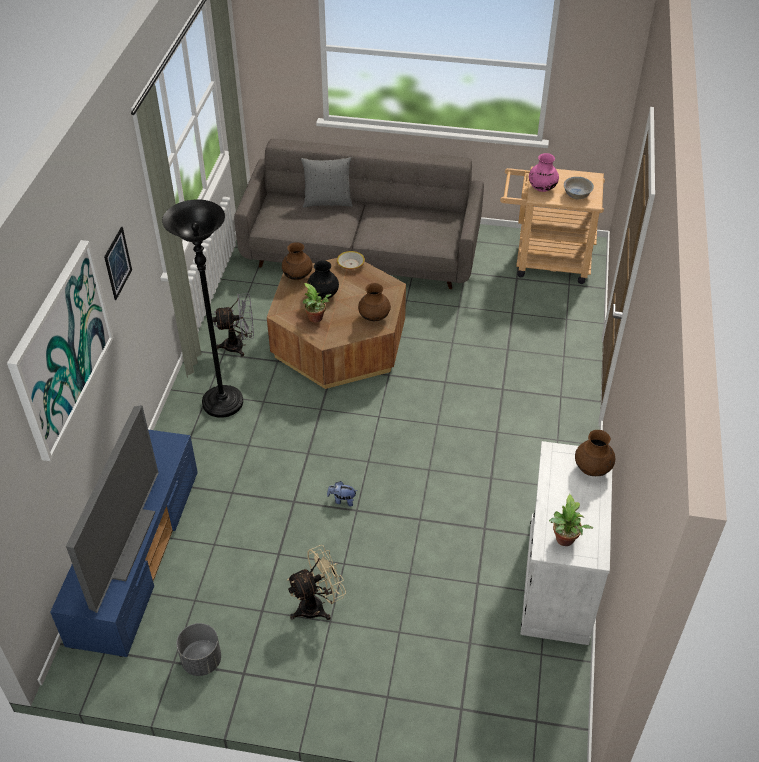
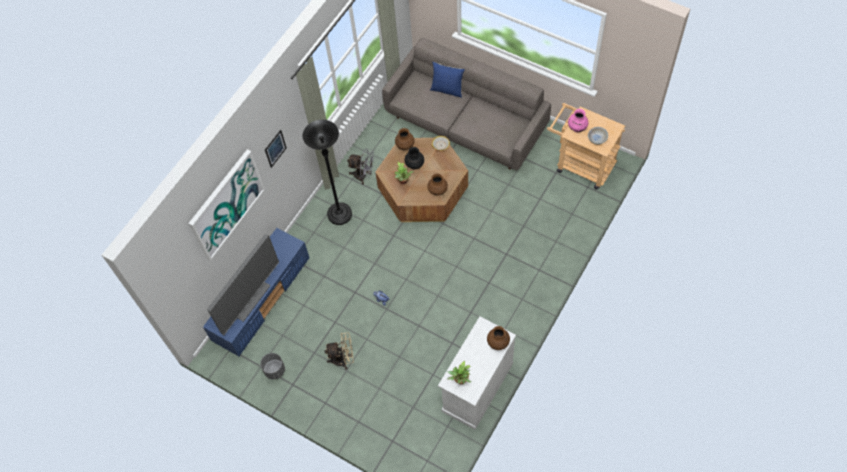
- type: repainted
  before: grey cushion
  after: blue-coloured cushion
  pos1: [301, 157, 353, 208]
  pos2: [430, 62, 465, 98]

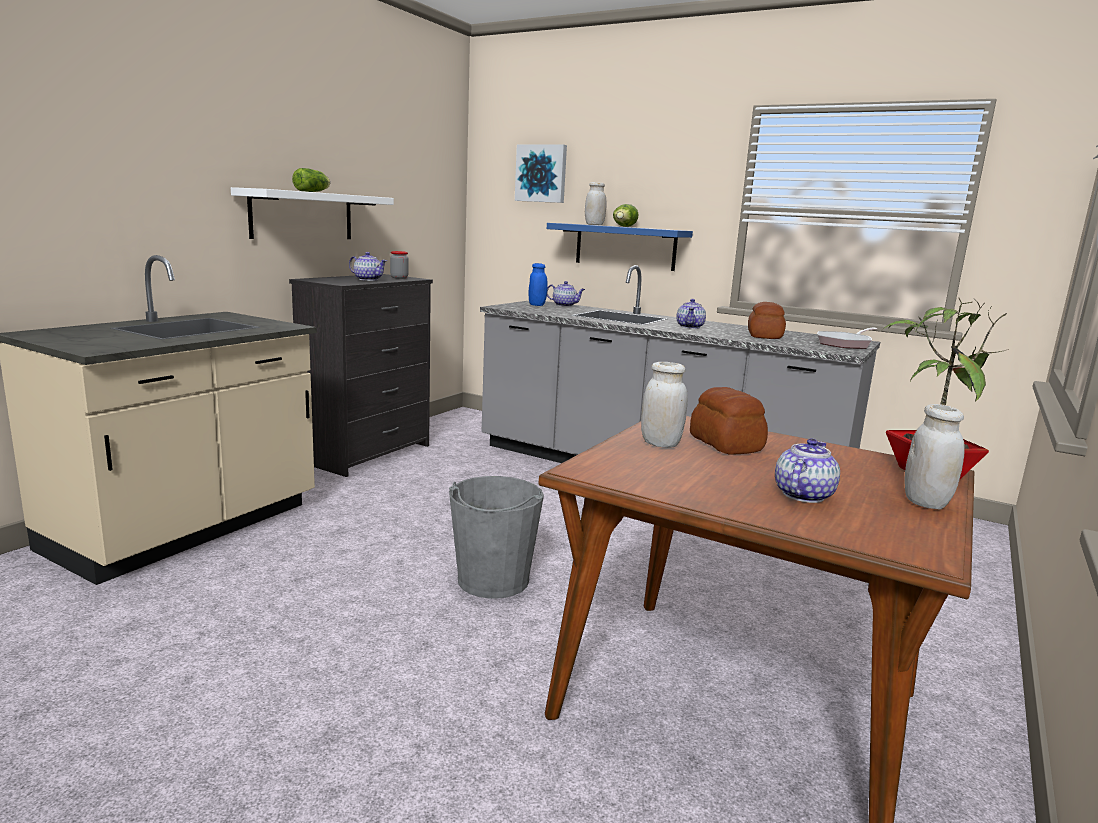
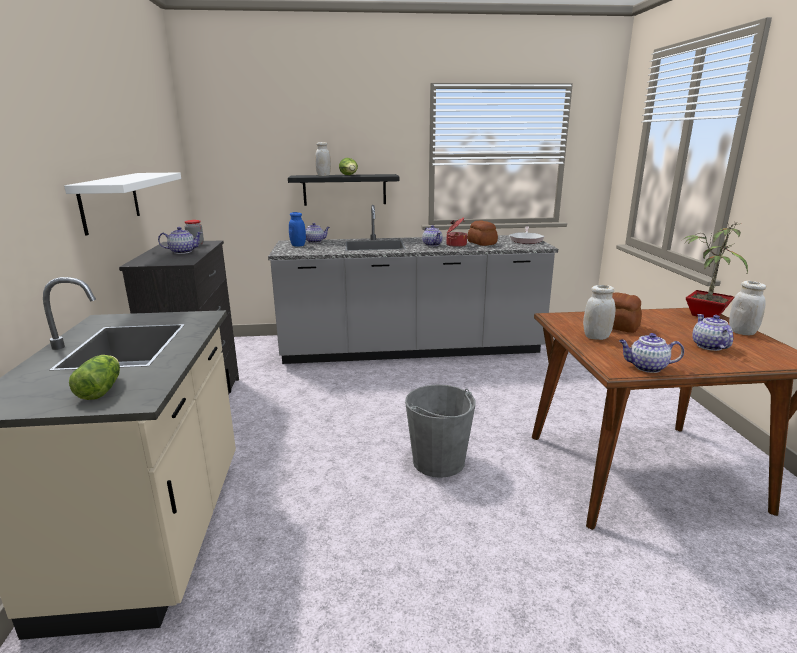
- type: shifted
  before: head of lettuce
  pos1: [292, 168, 330, 192]
  pos2: [69, 355, 120, 400]
- type: repainted
  before: blue-coloured shelf
  after: black shelf
  pos1: [547, 223, 693, 271]
  pos2: [288, 174, 399, 206]
- type: new
  after: stockpot
  pos2: [446, 217, 468, 247]
- type: new
  after: pot for tea
  pos2: [619, 333, 684, 373]
- type: gone
  before: wall picture
  pos1: [515, 144, 567, 203]

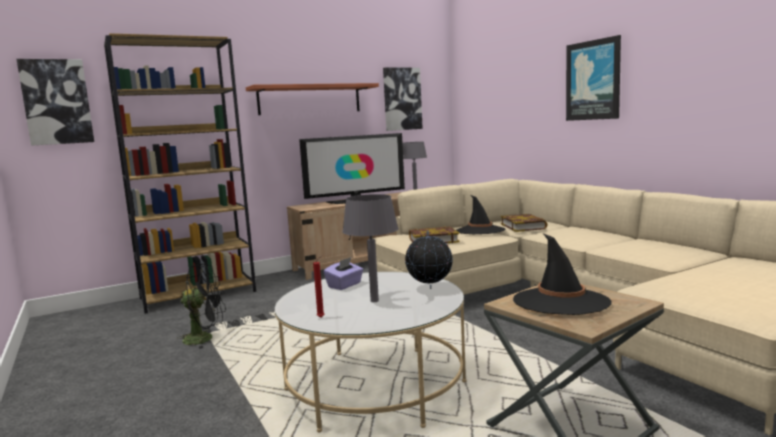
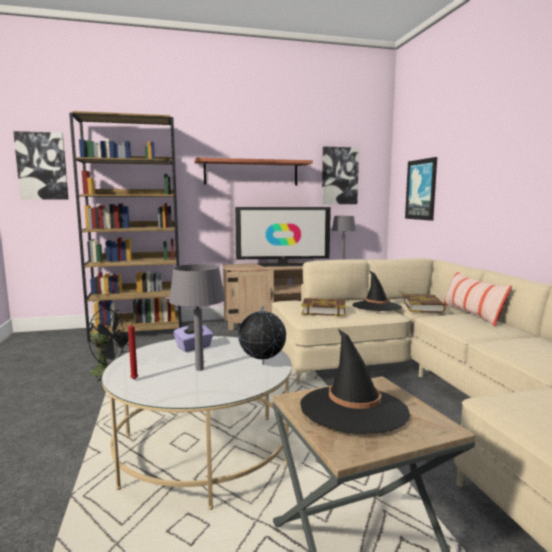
- type: shifted
  before: wall picture
  pos1: [566, 35, 621, 121]
  pos2: [405, 157, 437, 221]
- type: new
  after: cushion
  pos2: [443, 271, 512, 327]

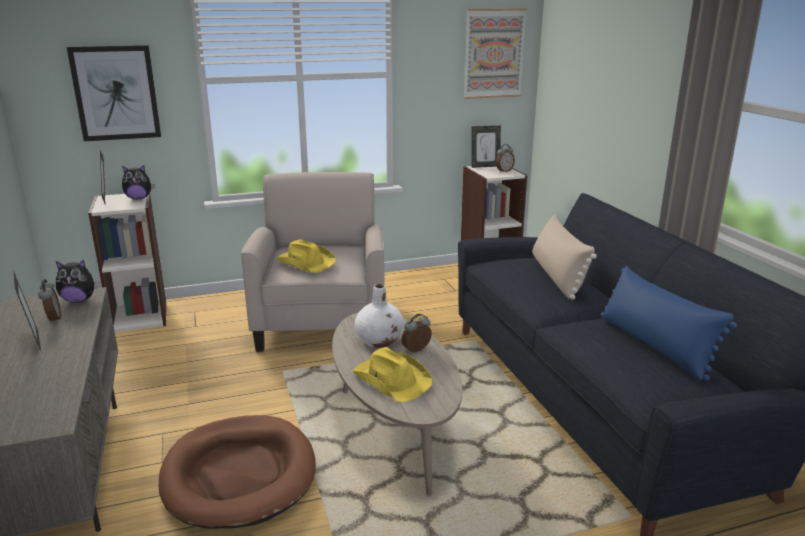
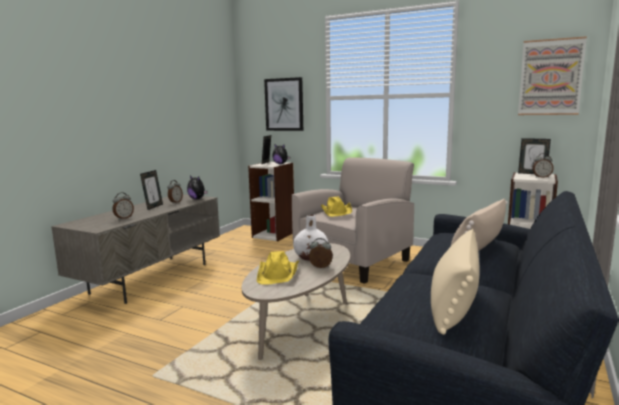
- type: new
  after: alarm clock
  pos2: [112, 193, 134, 219]
- type: repainted
  before: blue-coloured cushion
  after: beige cushion
  pos1: [601, 266, 737, 381]
  pos2: [431, 229, 480, 335]
- type: gone
  before: brownish dog bed
  pos1: [159, 415, 316, 529]

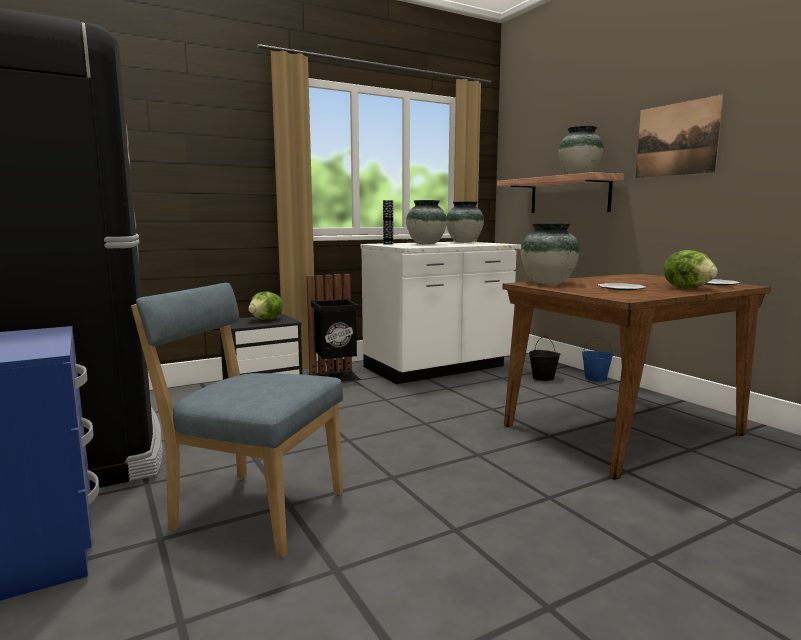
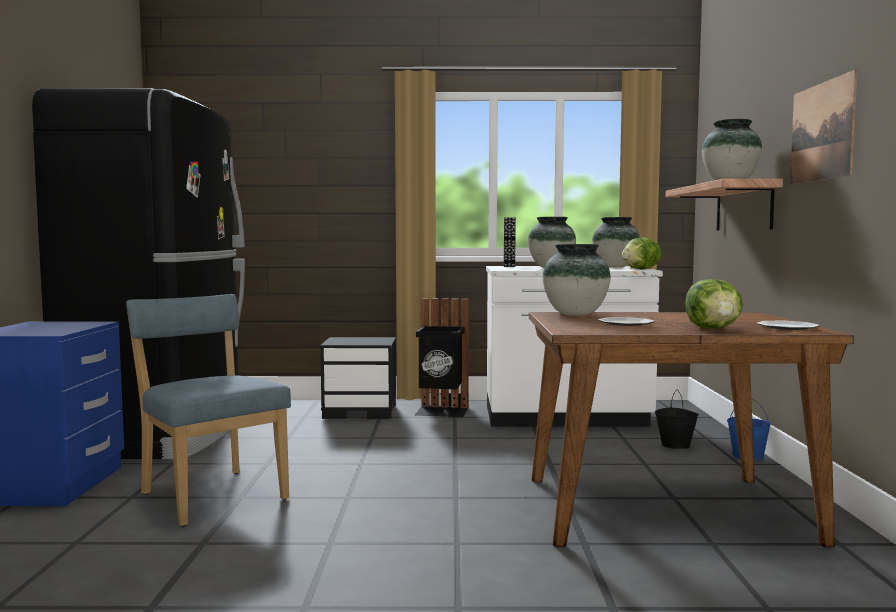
- type: shifted
  before: head of lettuce
  pos1: [248, 292, 283, 320]
  pos2: [622, 237, 661, 270]

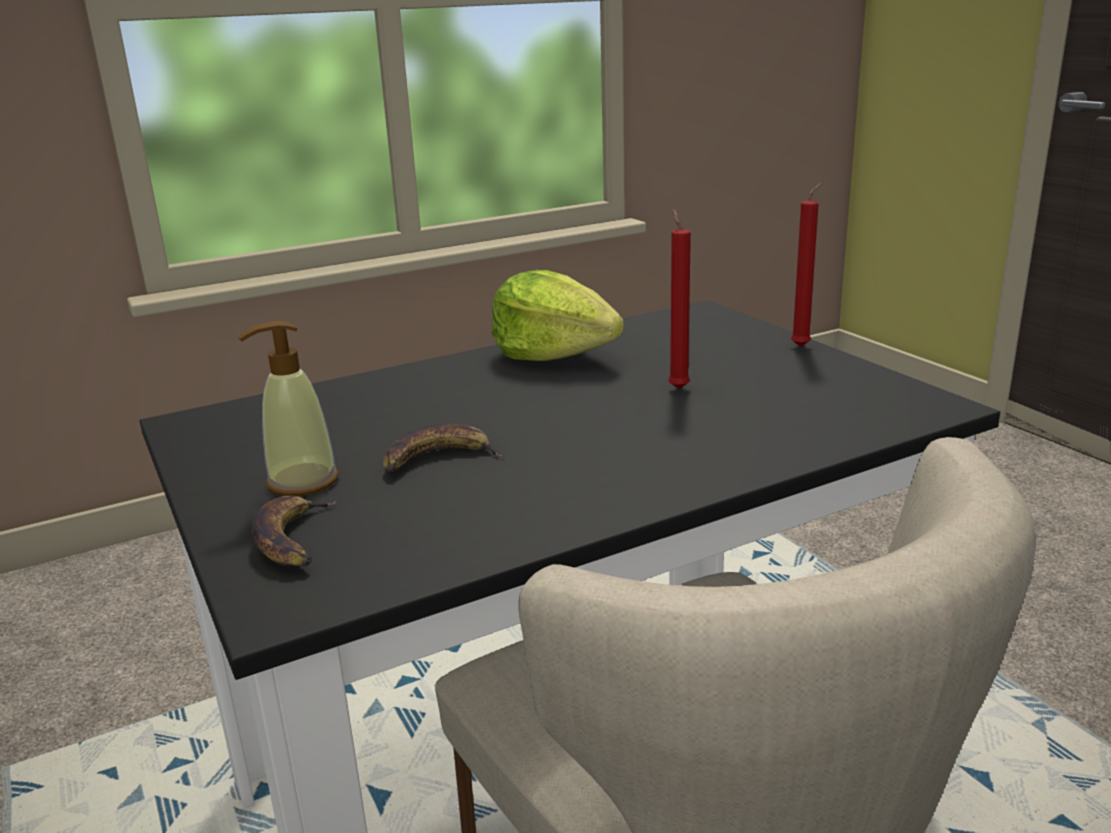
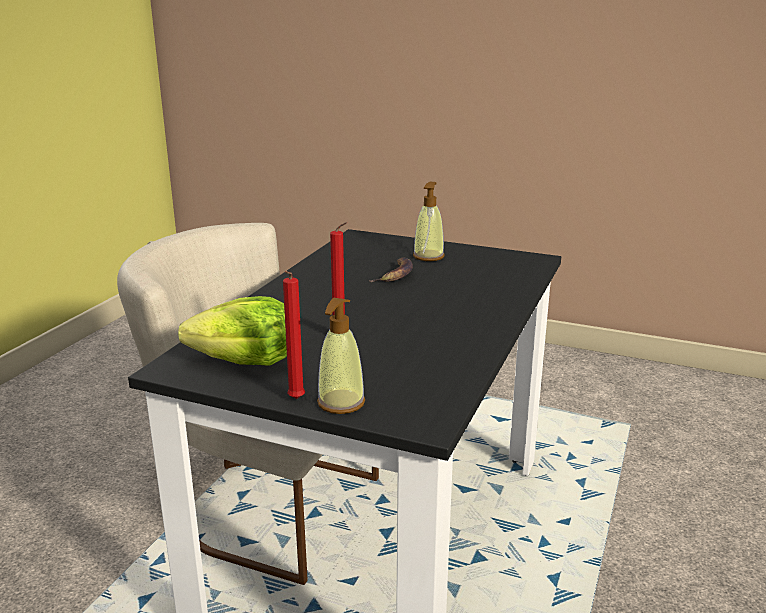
- type: shifted
  before: head of lettuce
  pos1: [492, 270, 624, 361]
  pos2: [178, 296, 287, 366]
- type: new
  after: soap dispenser
  pos2: [317, 298, 365, 414]
- type: gone
  before: banana
  pos1: [251, 496, 336, 567]

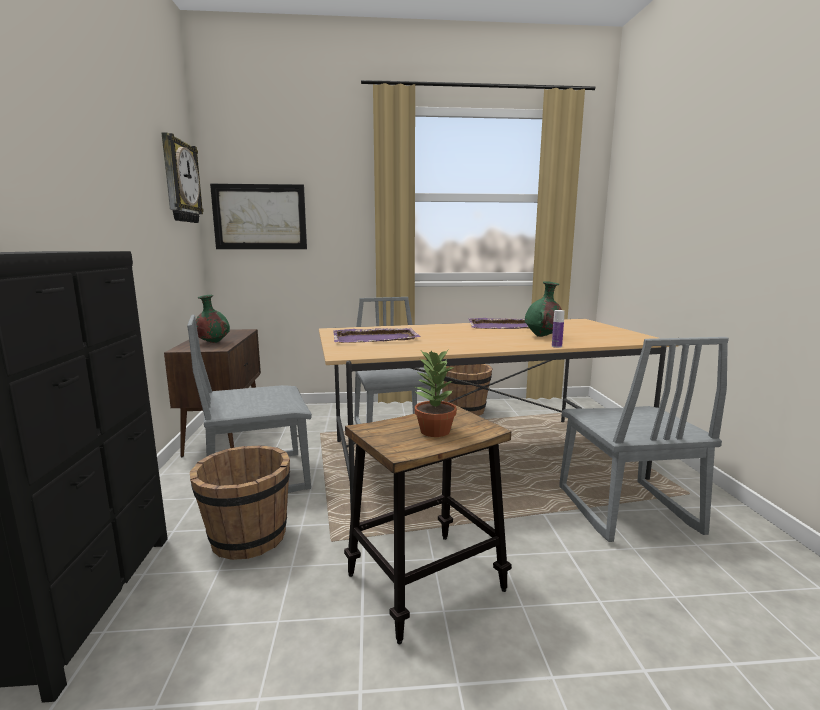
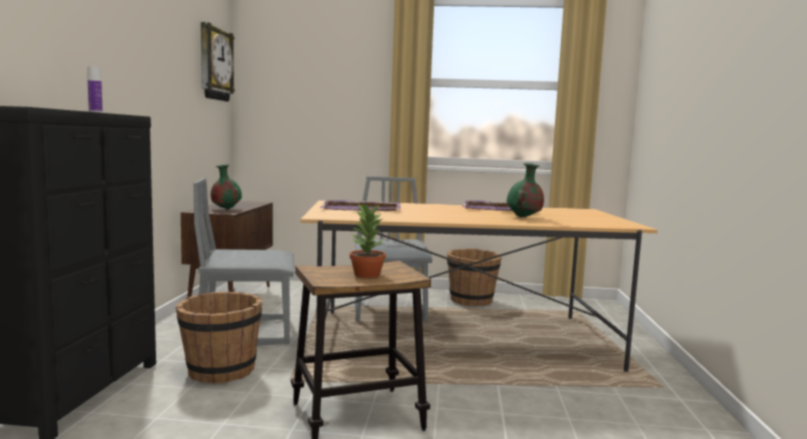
- type: shifted
  before: beverage bottle
  pos1: [552, 310, 565, 348]
  pos2: [87, 67, 103, 113]
- type: gone
  before: wall picture
  pos1: [210, 184, 307, 249]
- type: gone
  before: grey plain chair
  pos1: [559, 337, 729, 542]

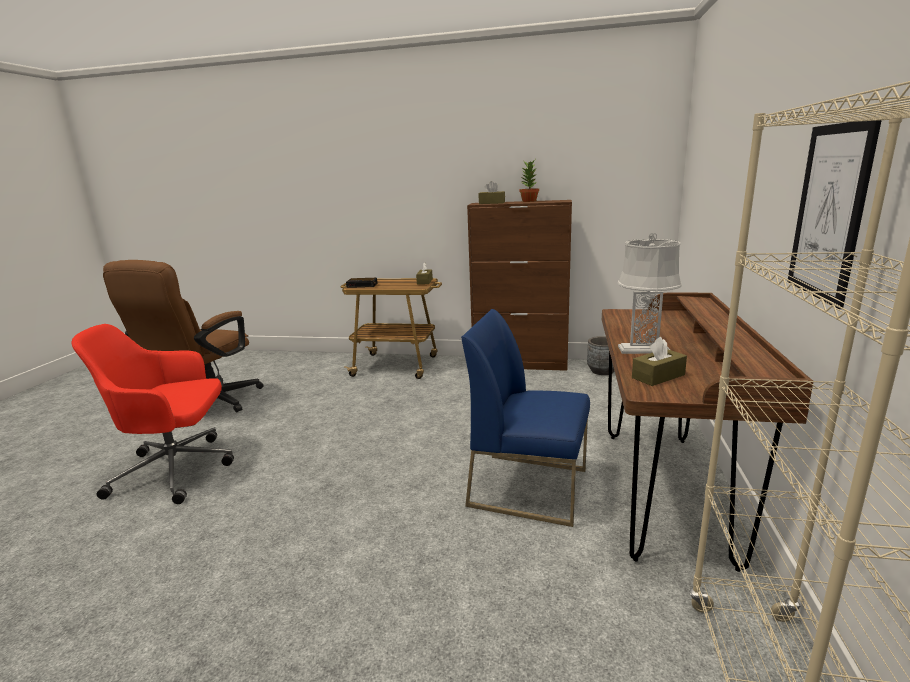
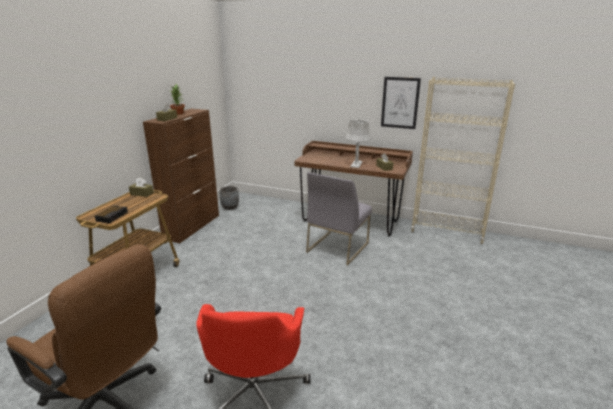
- type: repainted
  before: blue-coloured plain chair
  after: grey plain chair
  pos1: [461, 309, 590, 527]
  pos2: [306, 172, 372, 265]

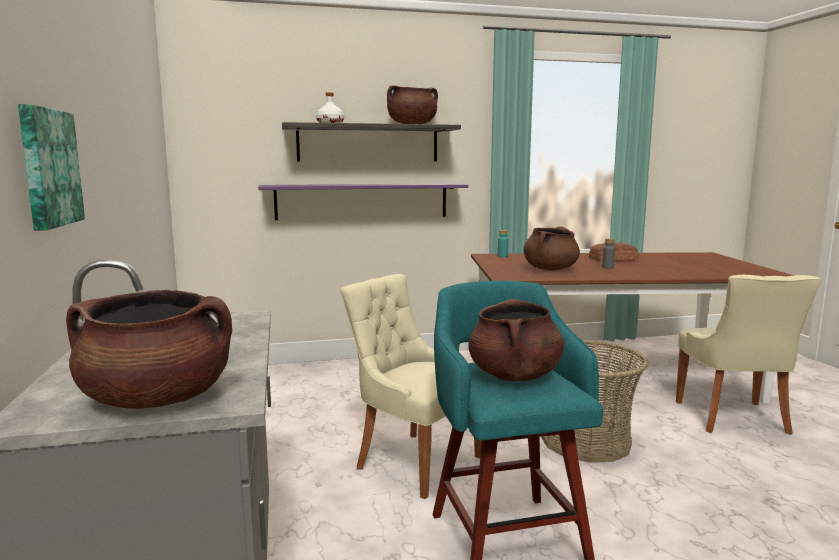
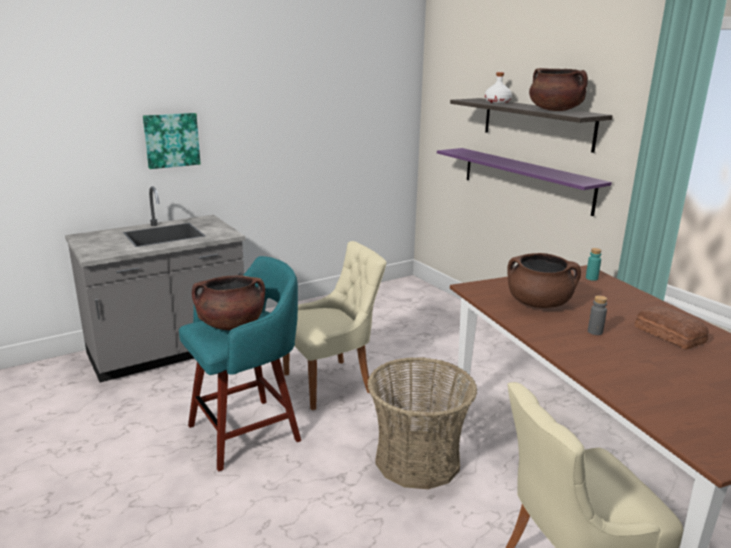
- type: rotated
  before: beige plain chair
  pos1: [340, 274, 482, 499]
  pos2: [283, 241, 387, 410]
  turn: 45
- type: gone
  before: brownish stockpot
  pos1: [66, 290, 232, 409]

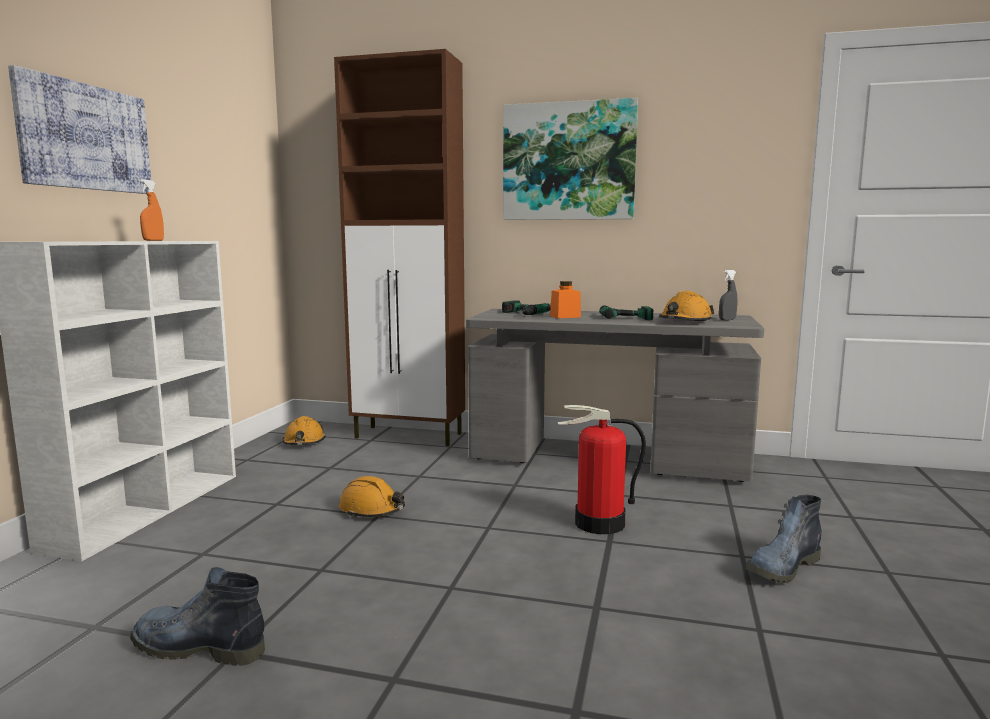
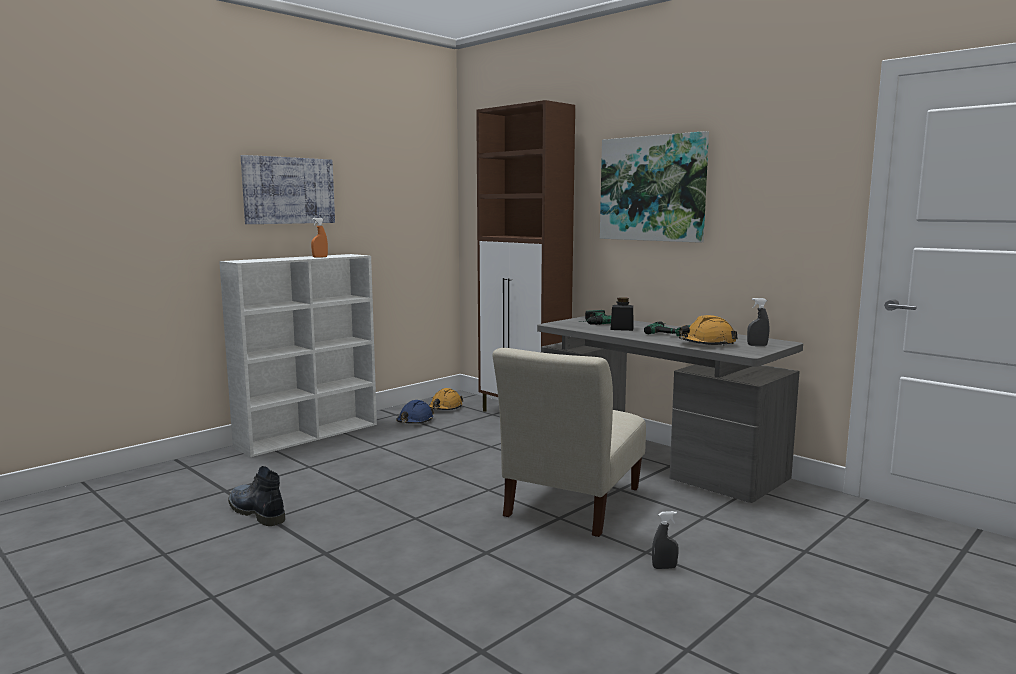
- type: new
  after: blue-coloured work helmet
  pos2: [396, 400, 434, 424]
- type: swapped
  before: extinguisher
  after: beige plain chair
  pos1: [557, 405, 646, 534]
  pos2: [492, 348, 646, 537]
- type: repainted
  before: orange-coloured jar
  after: black jar
  pos1: [550, 281, 581, 318]
  pos2: [611, 297, 633, 331]
- type: swapped
  before: tall boot
  after: grey spray bottle
  pos1: [746, 495, 821, 583]
  pos2: [652, 511, 679, 569]
- type: gone
  before: orange-coloured work helmet
  pos1: [339, 476, 405, 518]

